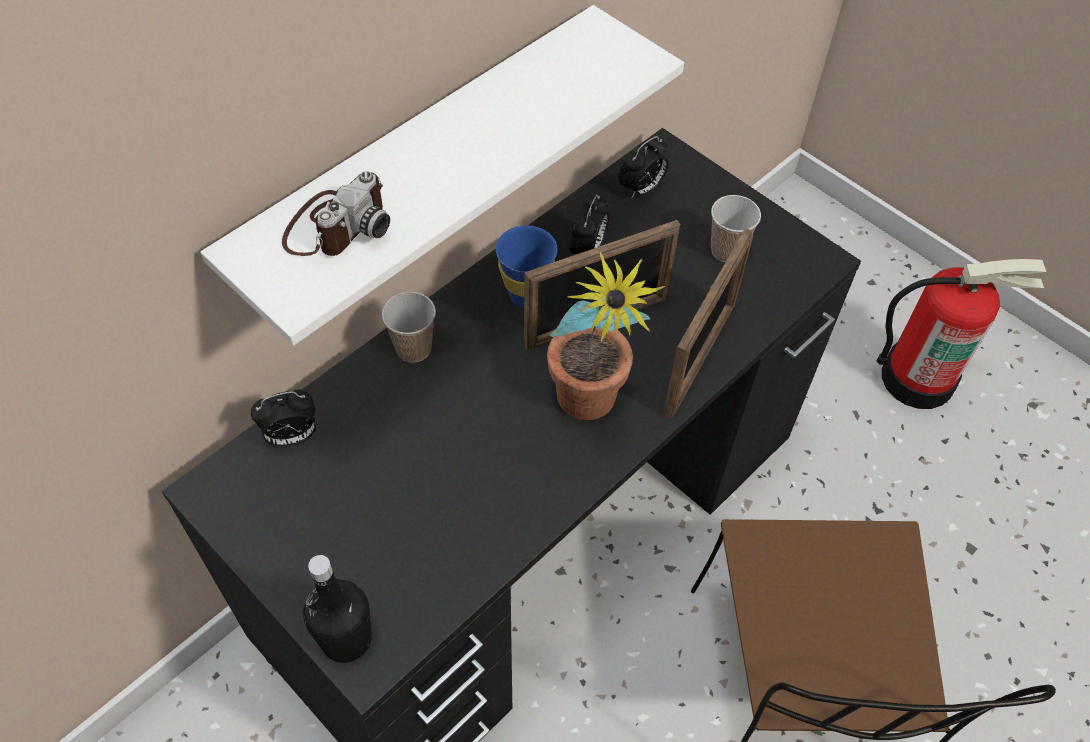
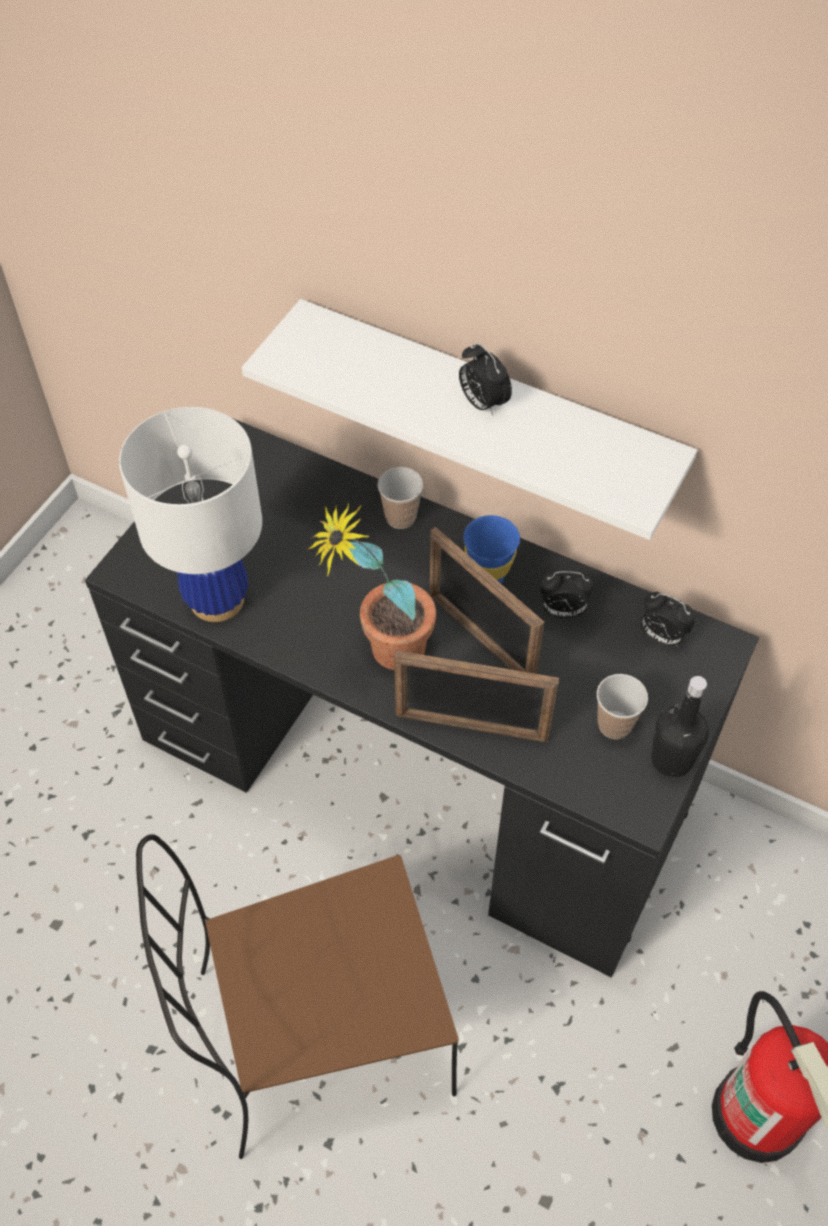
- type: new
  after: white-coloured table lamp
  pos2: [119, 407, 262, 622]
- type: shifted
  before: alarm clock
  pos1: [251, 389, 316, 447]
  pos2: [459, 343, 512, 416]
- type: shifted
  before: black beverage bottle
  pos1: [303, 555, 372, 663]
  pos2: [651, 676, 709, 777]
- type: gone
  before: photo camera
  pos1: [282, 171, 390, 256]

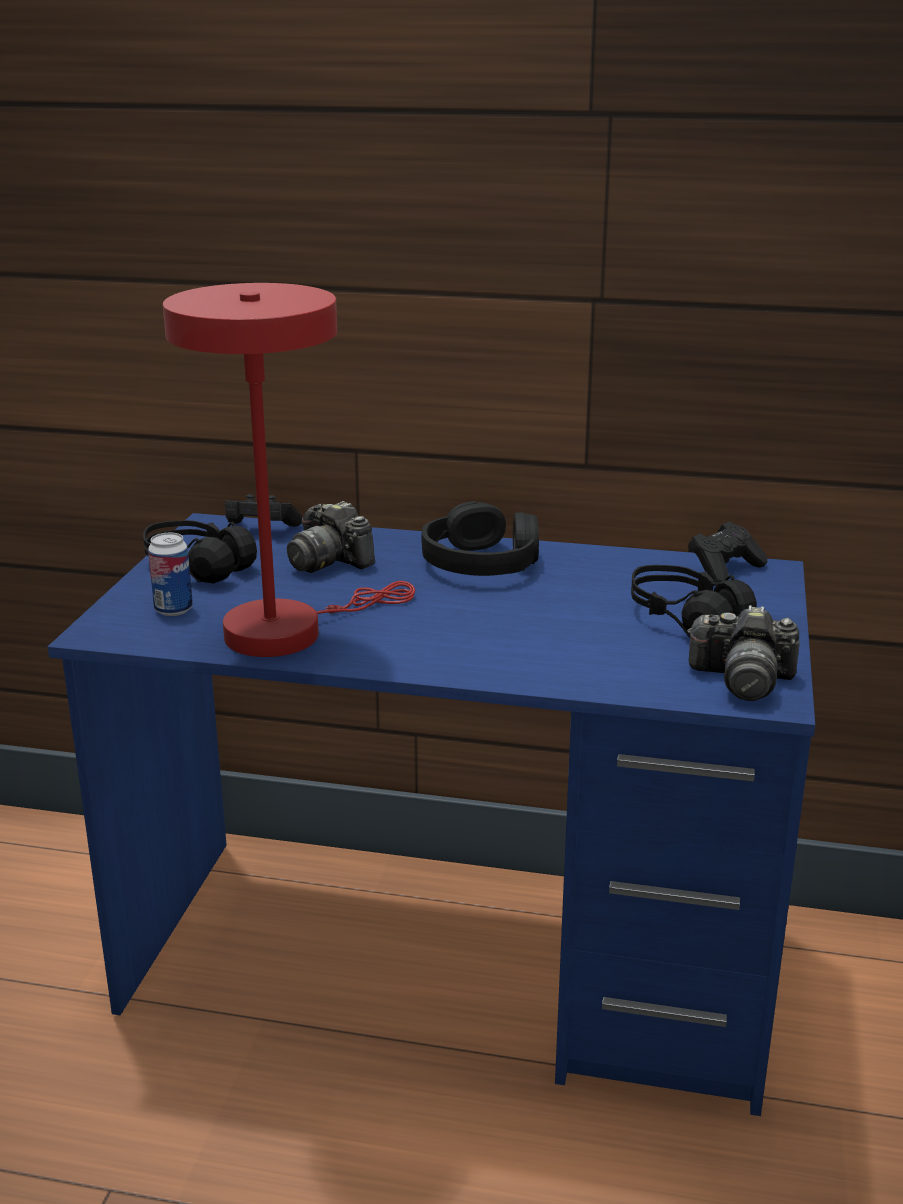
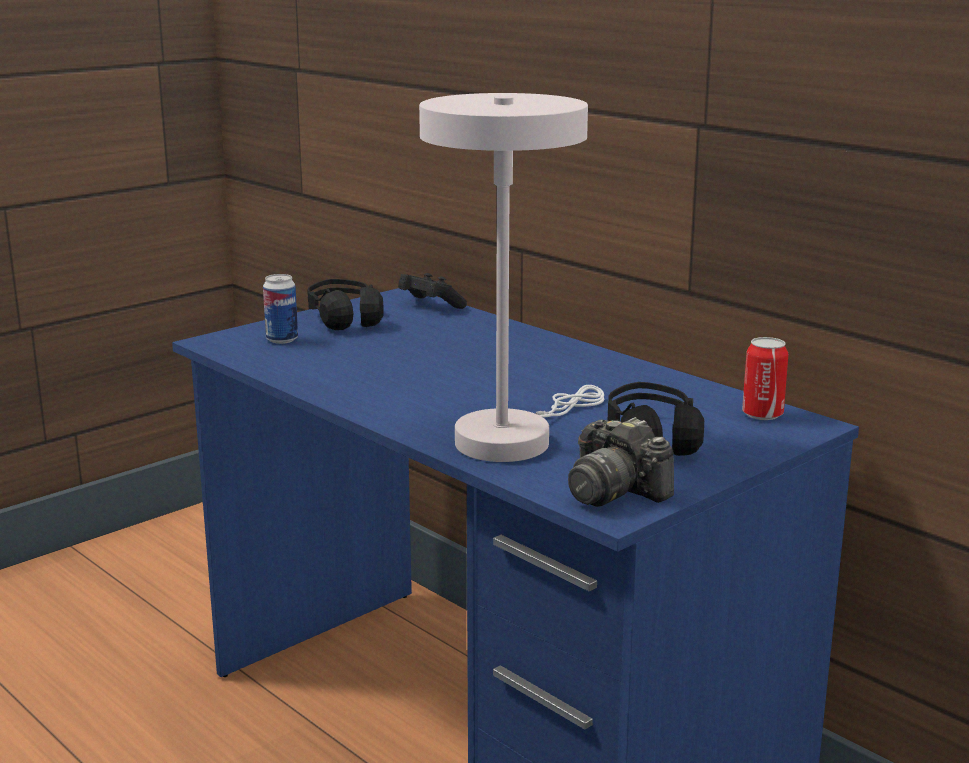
- type: new
  after: white-coloured table lamp
  pos2: [419, 93, 604, 462]
- type: swapped
  before: black gamepad
  after: metal can
  pos1: [688, 522, 767, 583]
  pos2: [742, 337, 788, 420]
- type: gone
  before: red-coloured table lamp
  pos1: [163, 283, 415, 657]
- type: gone
  before: photo camera
  pos1: [287, 501, 375, 573]
- type: gone
  before: black headset
  pos1: [421, 501, 539, 576]

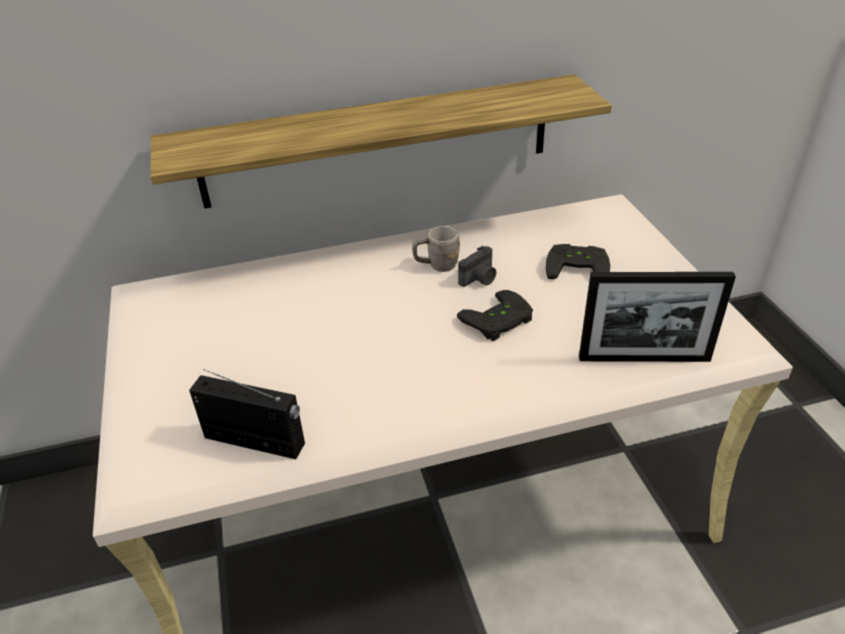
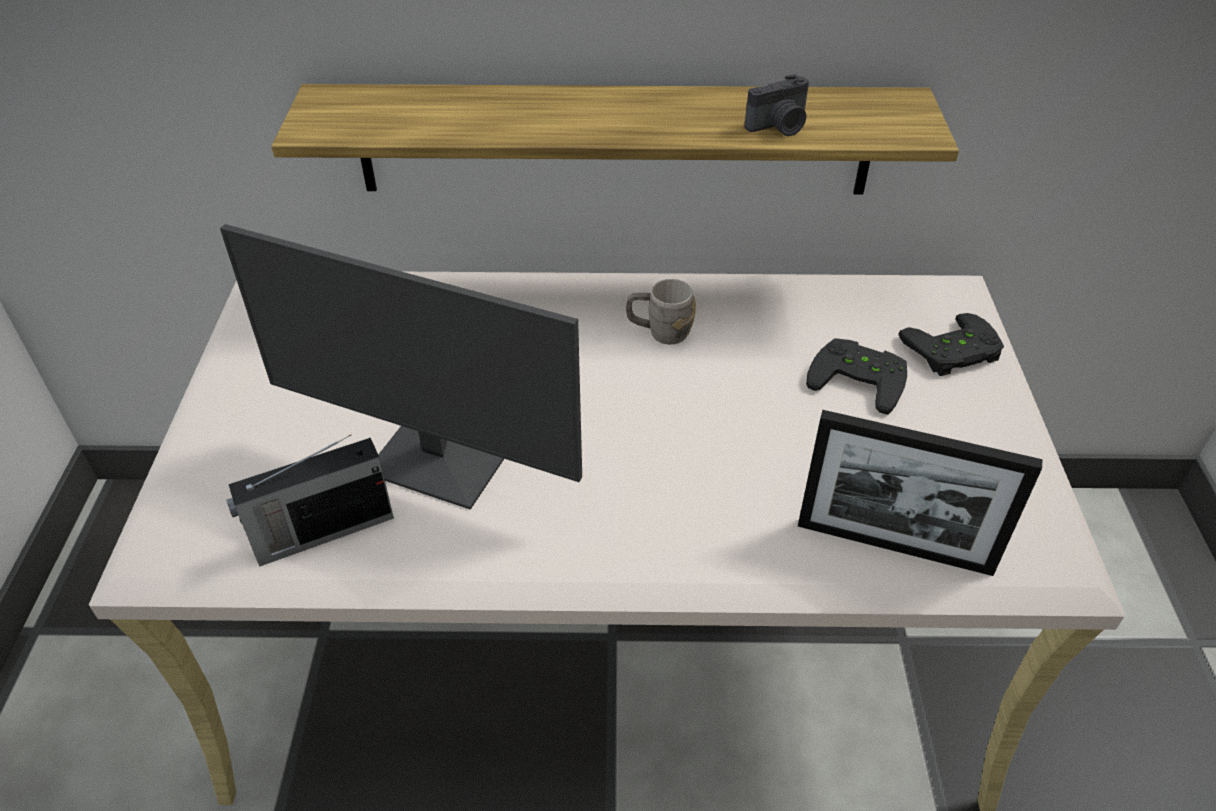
- type: new
  after: computer display
  pos2: [220, 224, 582, 509]
- type: rotated
  before: radio receiver
  pos1: [189, 369, 305, 459]
  pos2: [227, 435, 394, 567]
  turn: 120
- type: shifted
  before: photo camera
  pos1: [458, 246, 496, 287]
  pos2: [745, 74, 809, 136]
- type: shifted
  before: black gamepad
  pos1: [457, 290, 533, 341]
  pos2: [898, 313, 1004, 376]

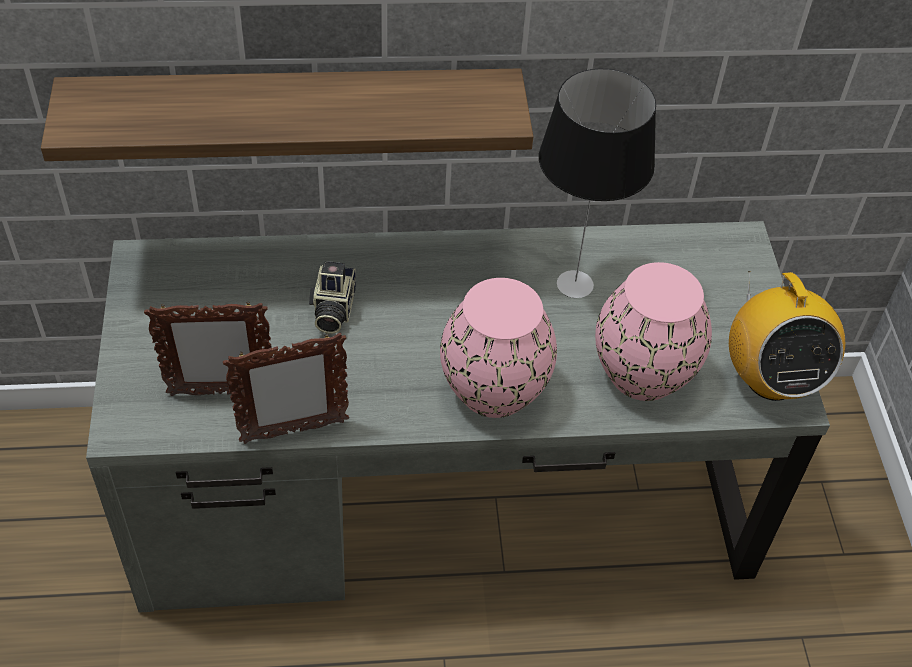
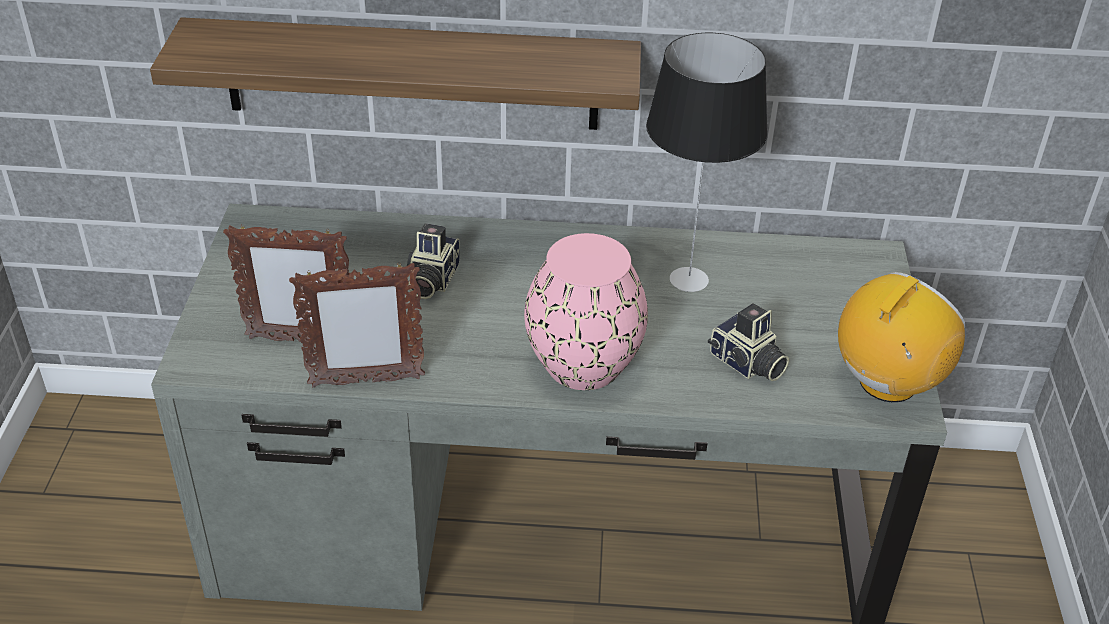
- type: swapped
  before: pinkish vase
  after: photo camera
  pos1: [595, 262, 712, 401]
  pos2: [708, 303, 789, 381]
- type: rotated
  before: radio receiver
  pos1: [729, 271, 845, 401]
  pos2: [838, 272, 965, 402]
  turn: -135

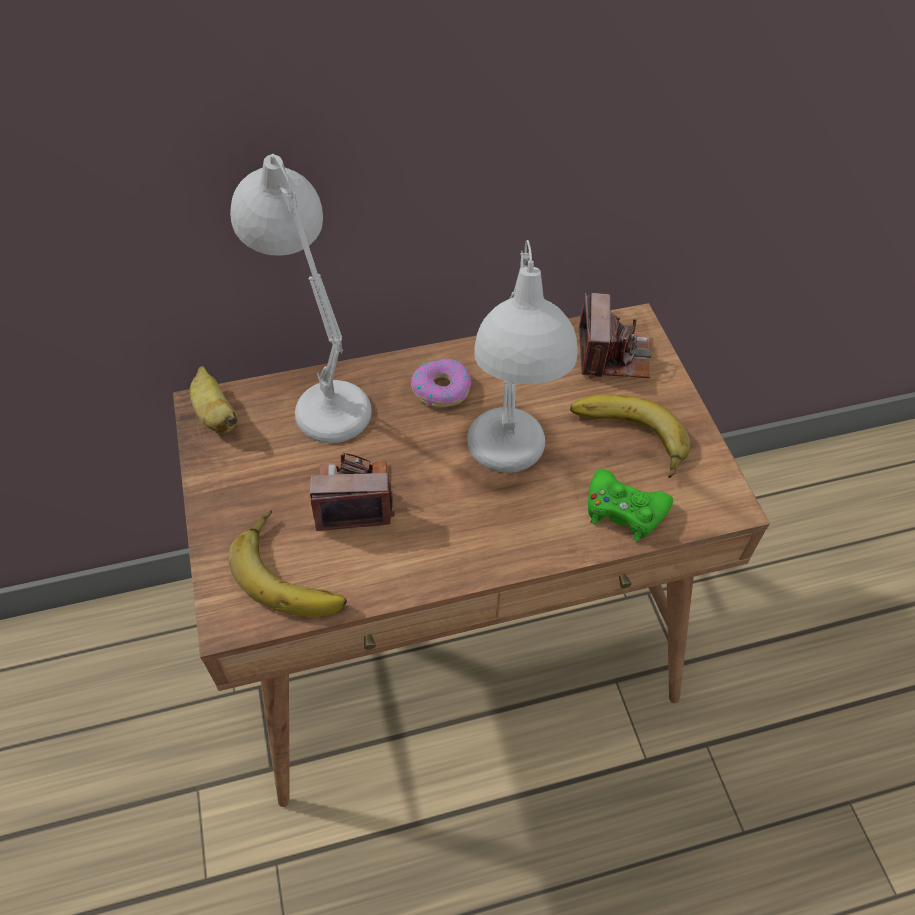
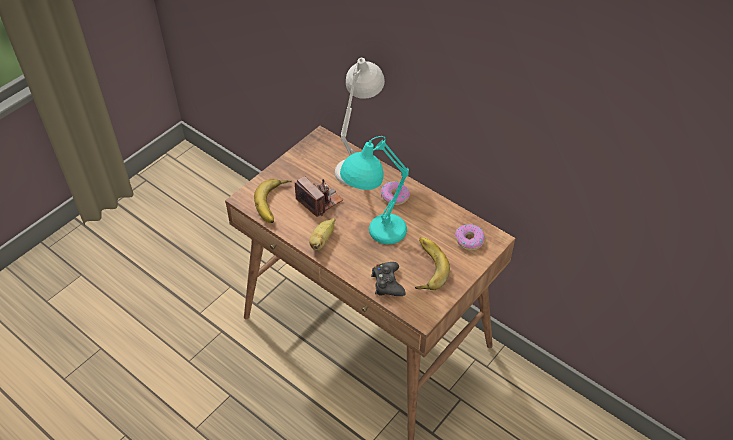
- type: shifted
  before: banana
  pos1: [190, 366, 238, 433]
  pos2: [309, 218, 335, 251]
- type: repainted
  before: white-coloured table lamp
  after: turquoise-coloured table lamp
  pos1: [467, 240, 578, 473]
  pos2: [340, 136, 409, 244]
- type: repainted
  before: green-coloured gamepad
  after: black gamepad
  pos1: [588, 469, 673, 542]
  pos2: [371, 262, 406, 296]
- type: swapped
  before: photo camera
  after: ring doughnut
  pos1: [579, 293, 652, 379]
  pos2: [455, 224, 485, 250]

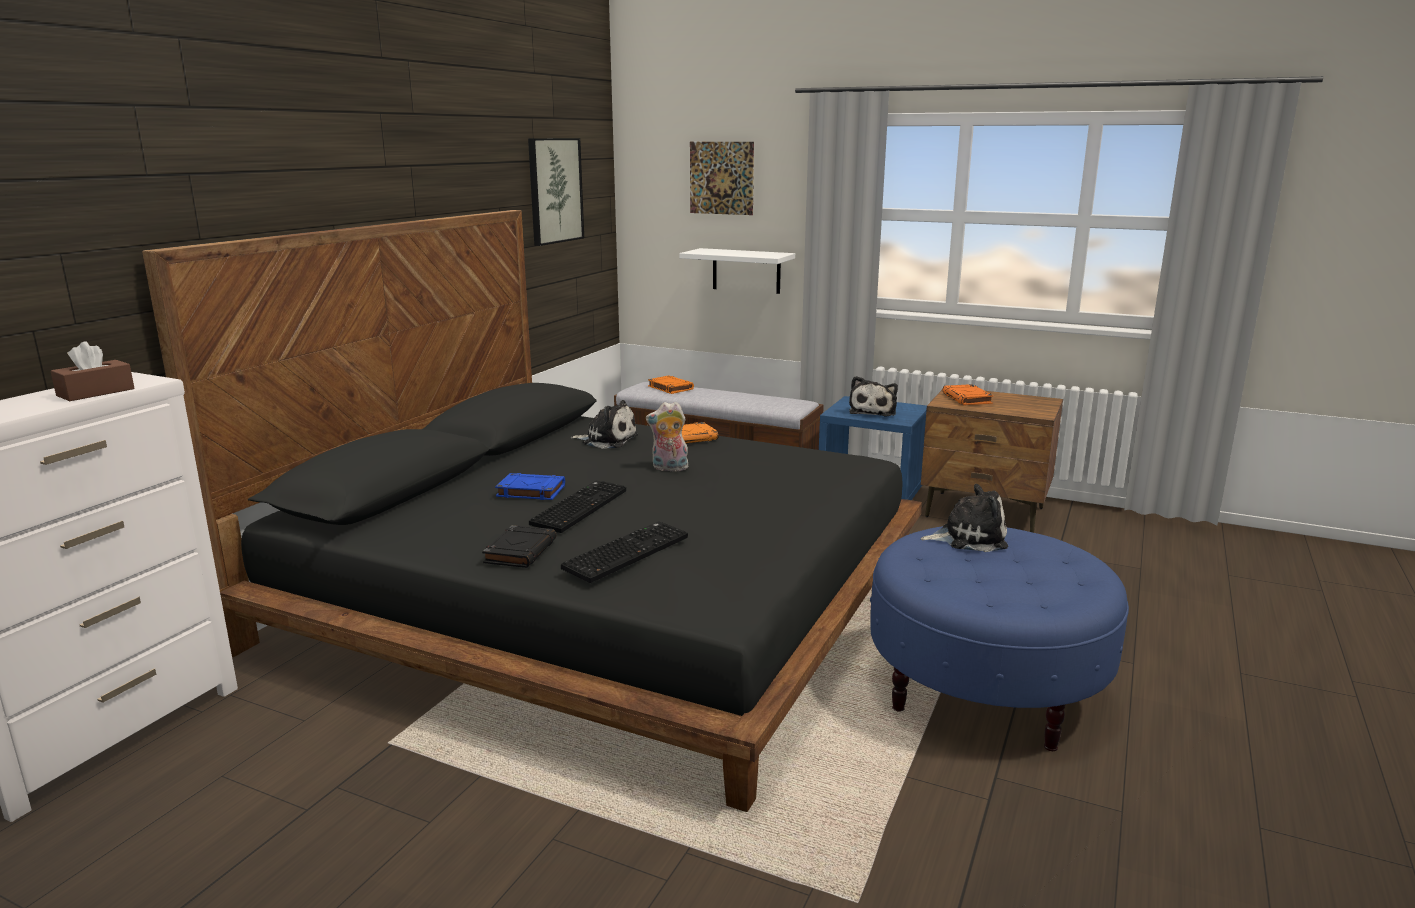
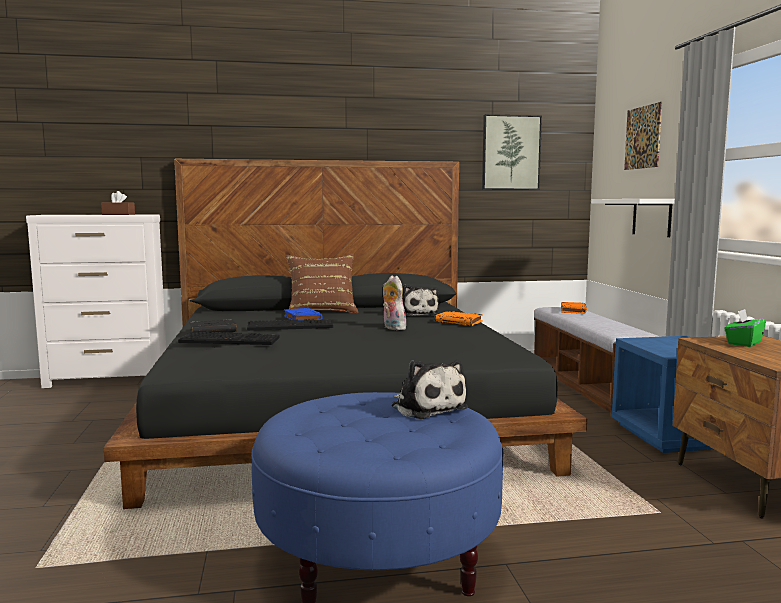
- type: new
  after: brownish cushion
  pos2: [286, 253, 359, 313]
- type: swapped
  before: orange-coloured volume
  after: green-coloured tissue holder
  pos1: [942, 384, 993, 405]
  pos2: [724, 309, 766, 347]
- type: gone
  before: soft toy
  pos1: [849, 376, 898, 416]

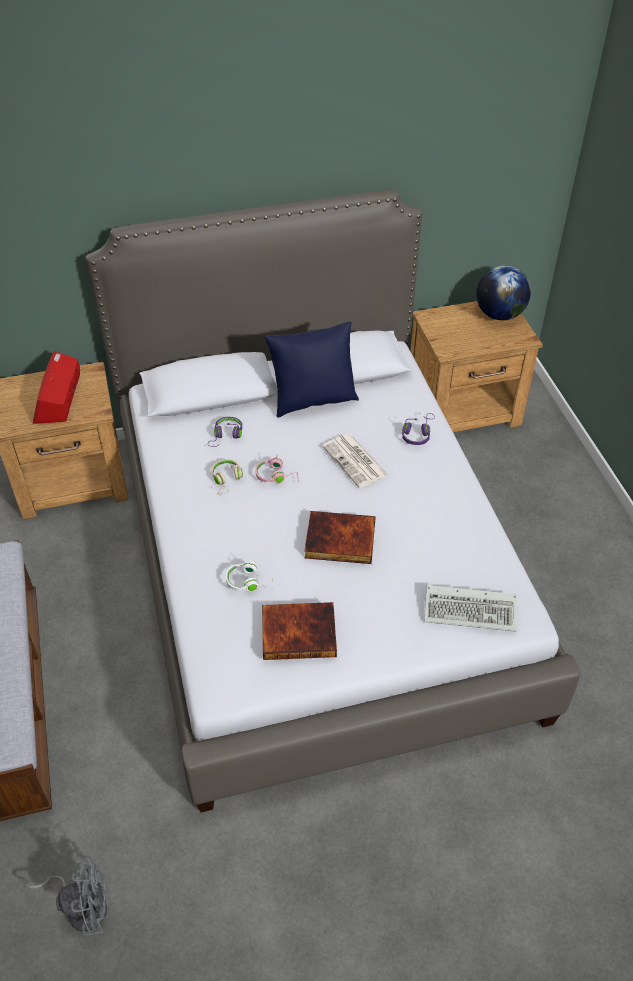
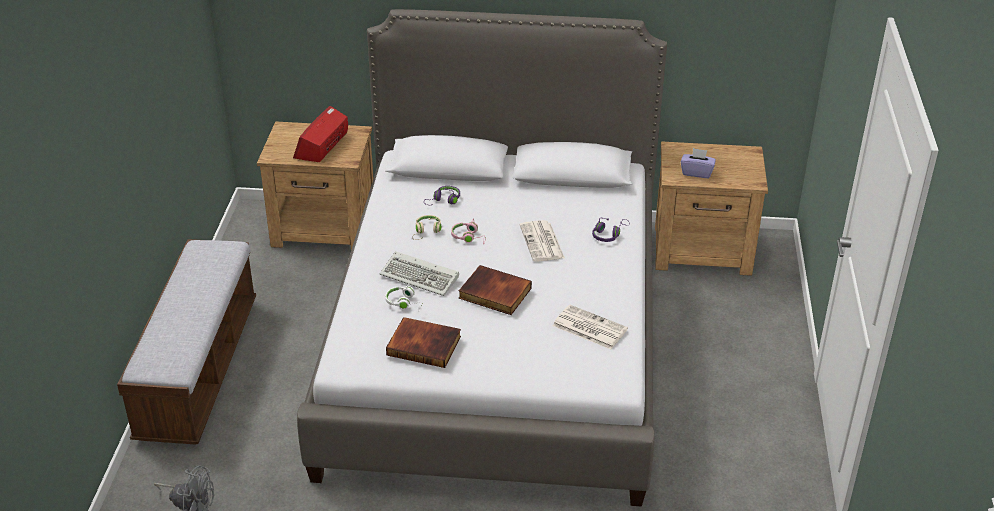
- type: shifted
  before: PC keyboard
  pos1: [424, 585, 517, 632]
  pos2: [380, 251, 459, 296]
- type: new
  after: printed paper
  pos2: [553, 305, 628, 349]
- type: new
  after: purple-coloured tissue holder
  pos2: [681, 148, 716, 178]
- type: gone
  before: blue-coloured cushion
  pos1: [265, 321, 359, 418]
- type: gone
  before: desk globe
  pos1: [476, 266, 531, 320]

